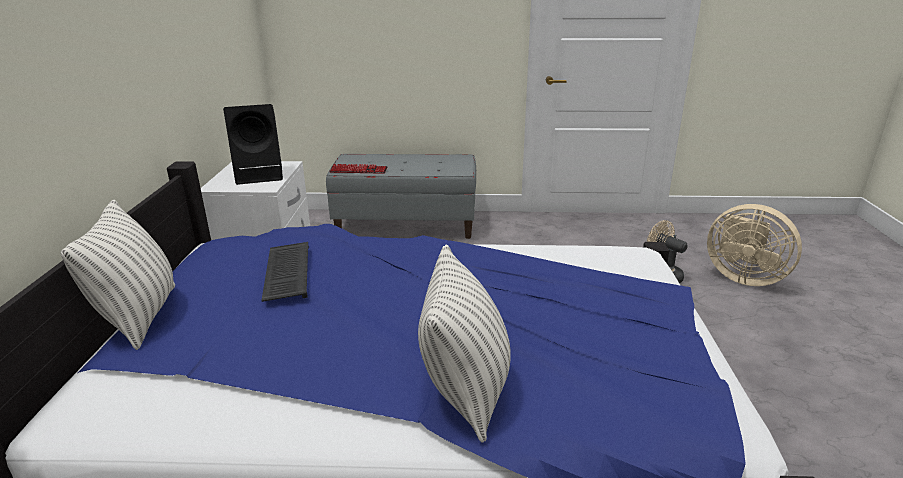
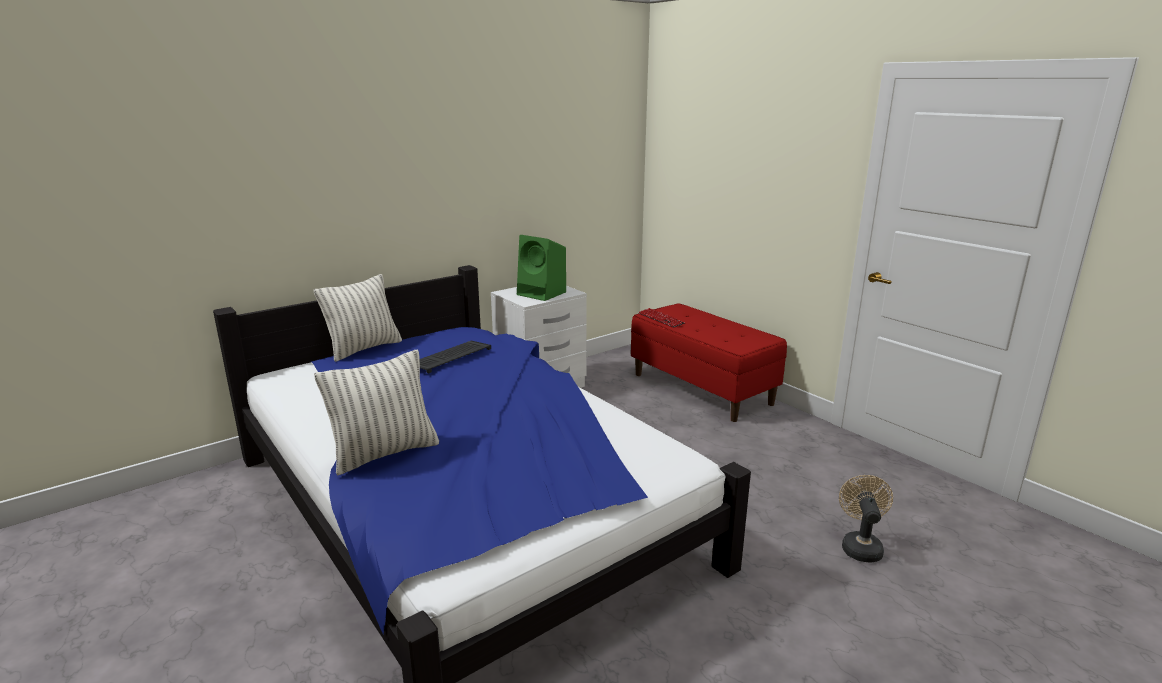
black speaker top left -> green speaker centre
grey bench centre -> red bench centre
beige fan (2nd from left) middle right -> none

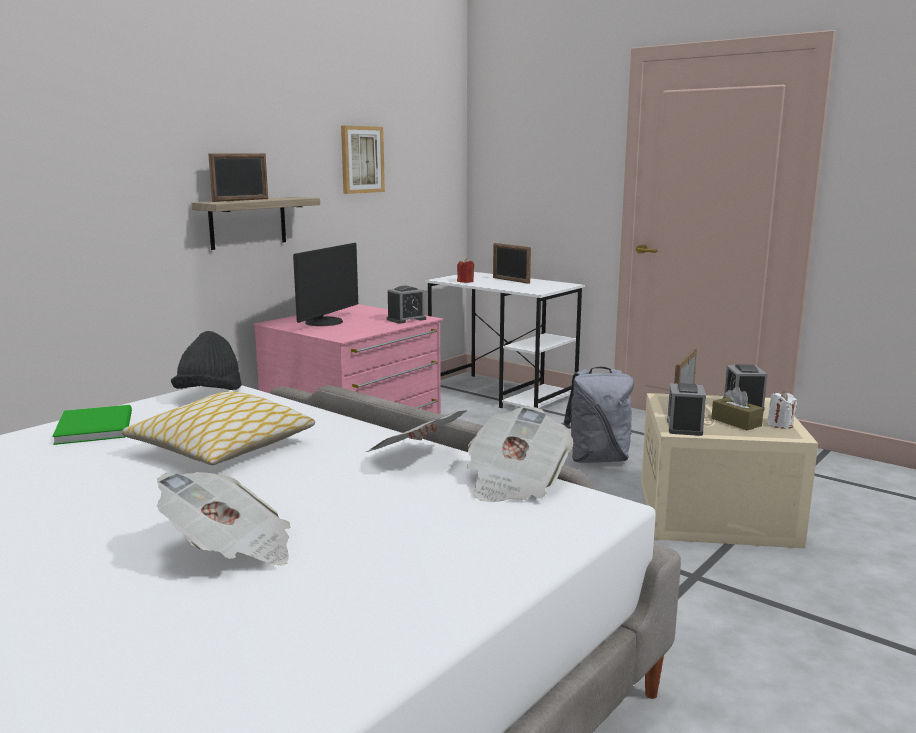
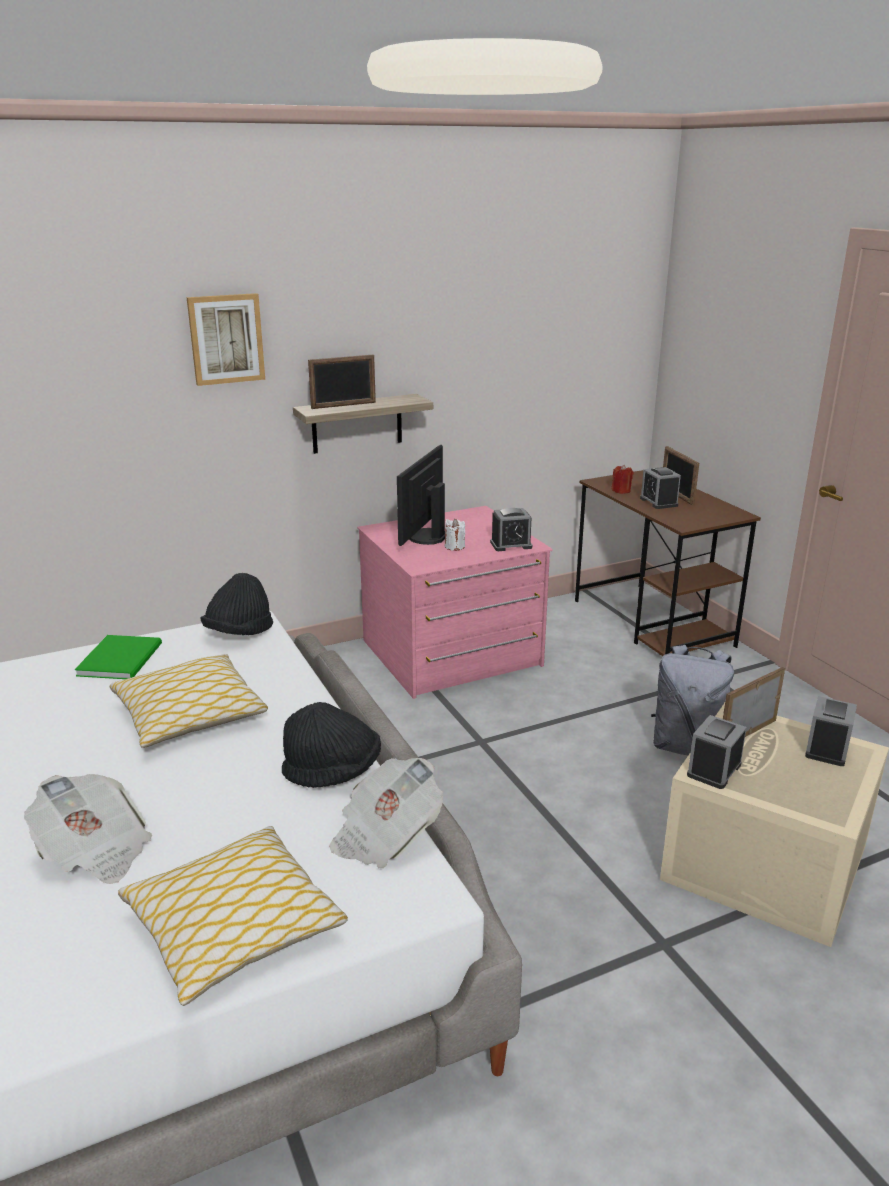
picture top centre -> picture top left, moved
monitor centre, 150 degrees clockwise
white desk centre -> brown desk middle right
brown tissue box middle right -> none
white candle middle right -> white candle centre, moved
newspaper (2nd from left) centre -> black hat (2nd from left) centre
none -> alarm clock (2nd from left) middle right
none -> pillow (2nd from left) bottom left

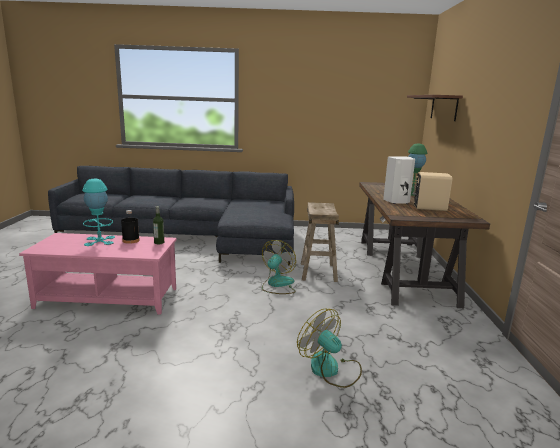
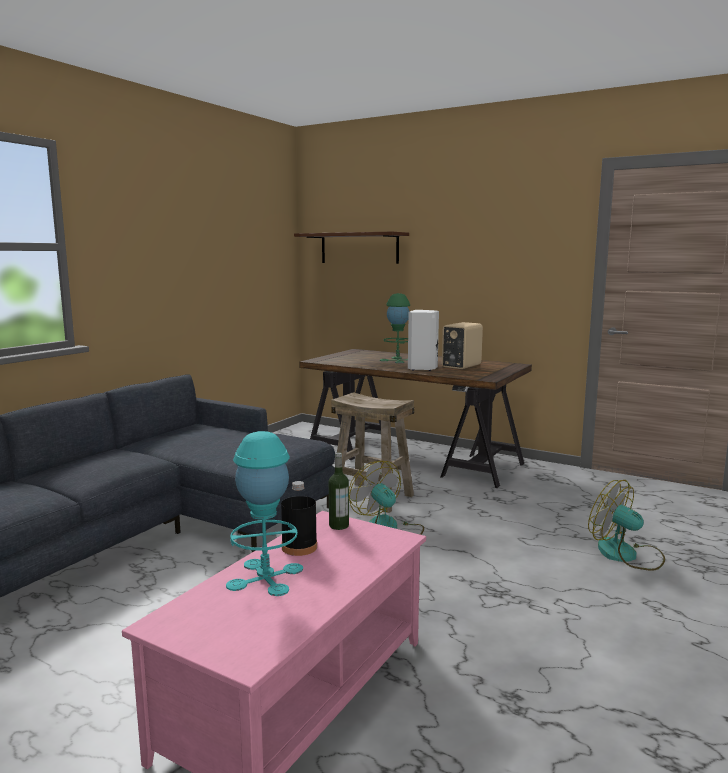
fan (2nd from left) bottom centre -> fan (2nd from left) bottom right, 60 degrees clockwise

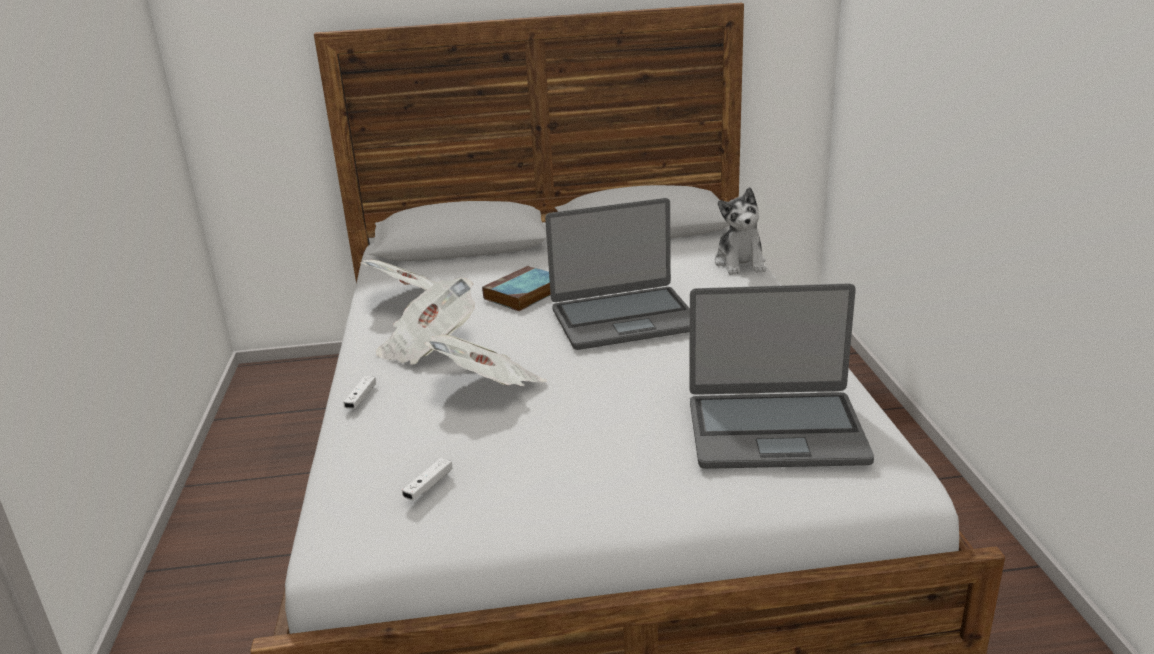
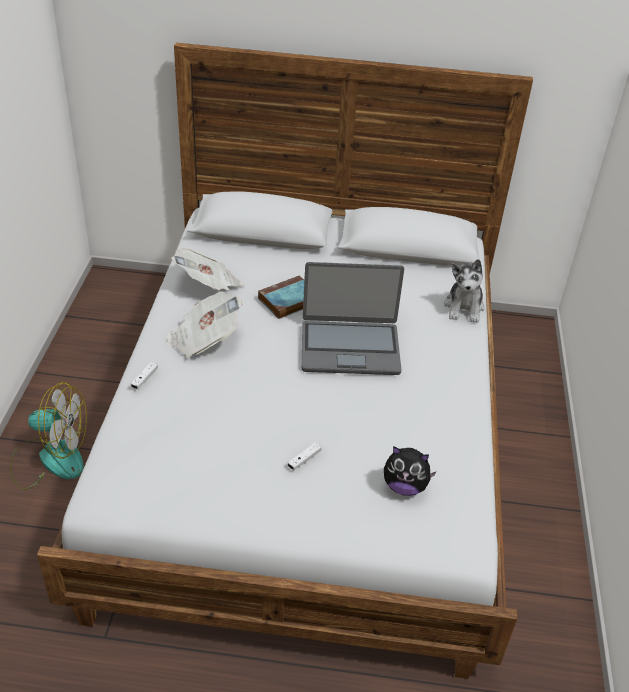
laptop (2nd from left) middle right -> plush toy (1st from left) bottom centre
newspaper (3rd from left) centre -> none
white game controller (2nd from left) bottom centre -> white game controller (2nd from left) centre, moved
none -> fan middle left

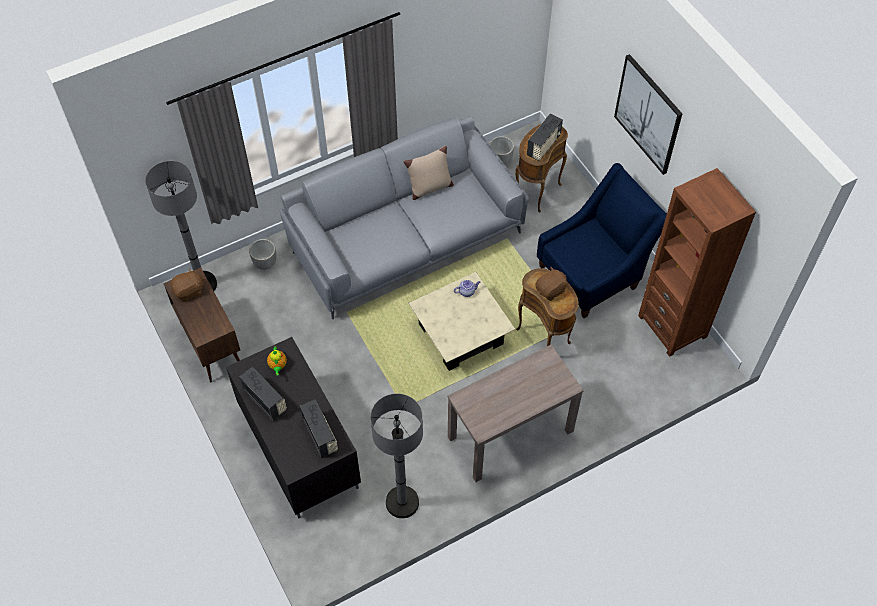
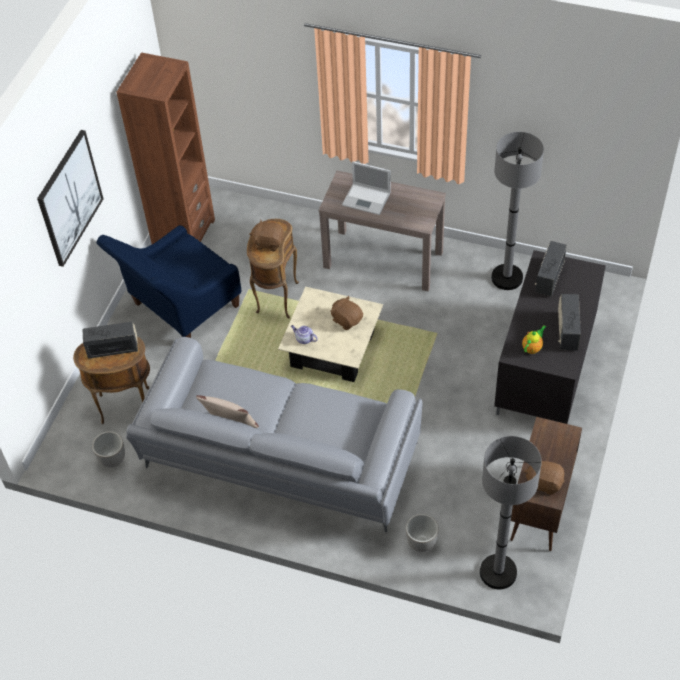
blue armchair middle right -> blue armchair middle left, 60 degrees counterclockwise
none -> laptop top centre
none -> brown plush toy (2nd from left) centre

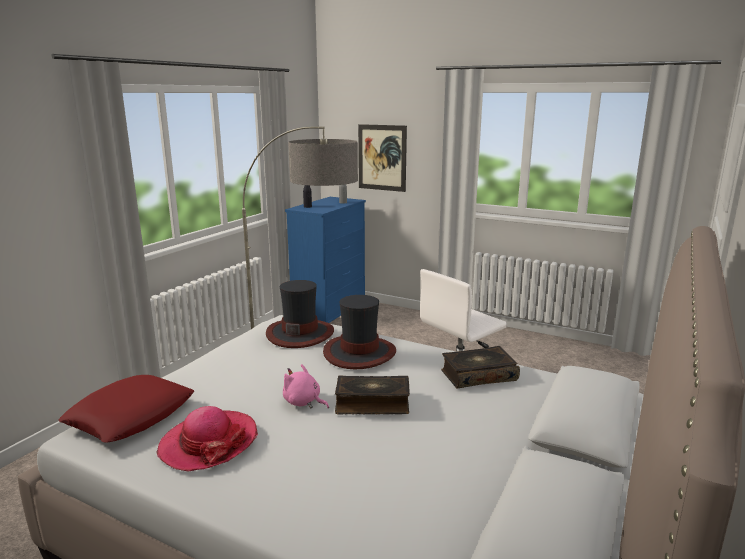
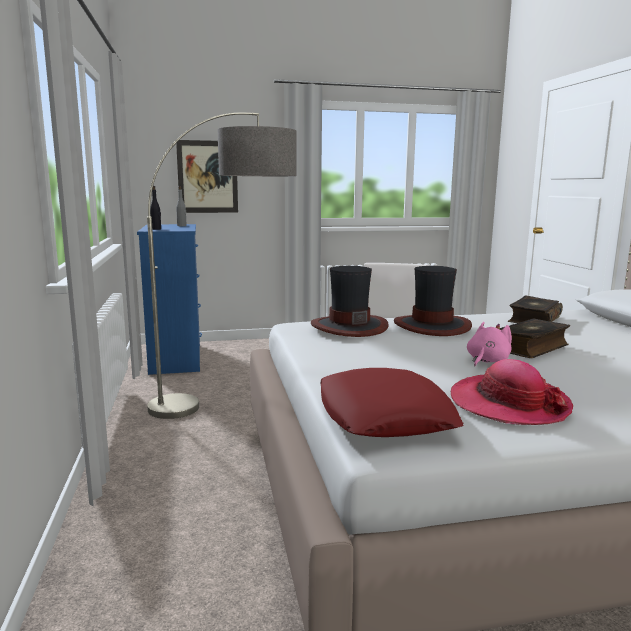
pink plush toy bottom centre -> pink plush toy middle right, 135 degrees clockwise

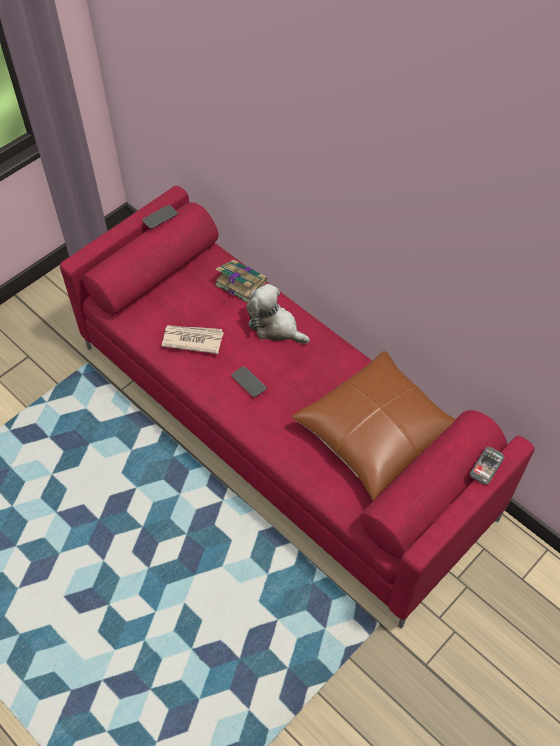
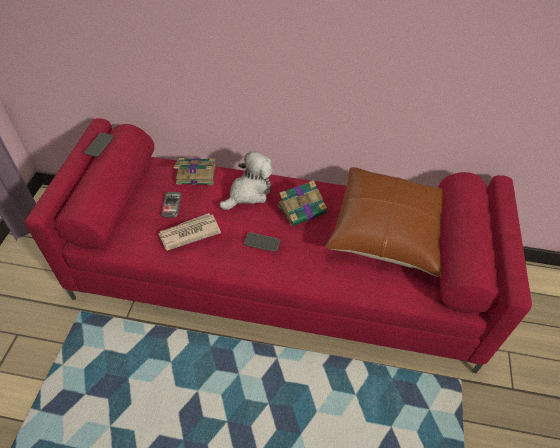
plush toy centre, 135 degrees clockwise
phone (3rd from left in the first image) middle right -> phone (2nd from left) middle left, moved
none -> book (2nd from left) centre

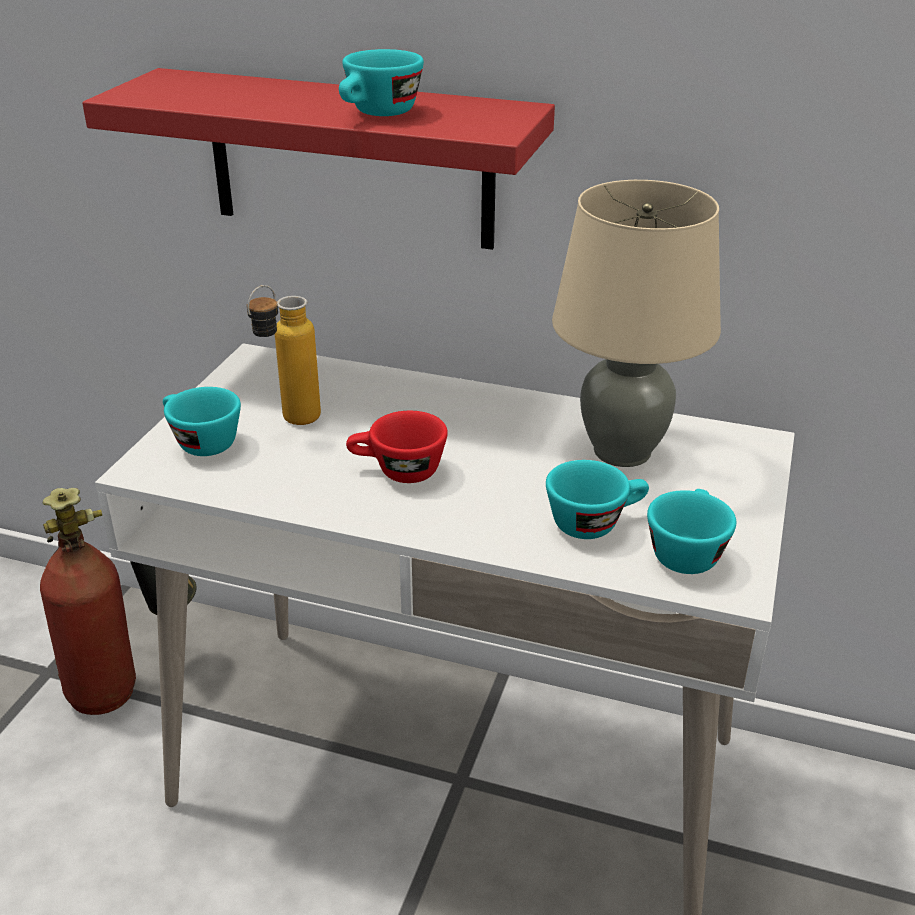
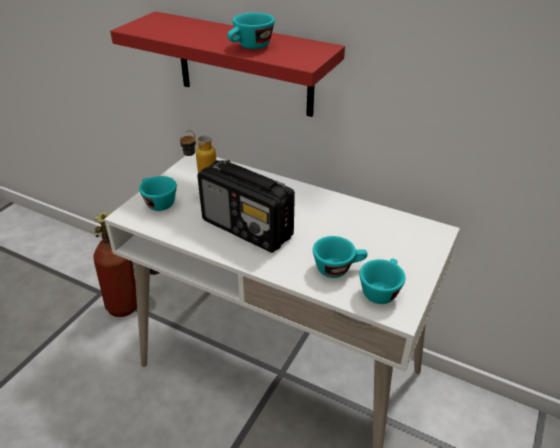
beige table lamp middle right -> none
red cup centre -> radio centre

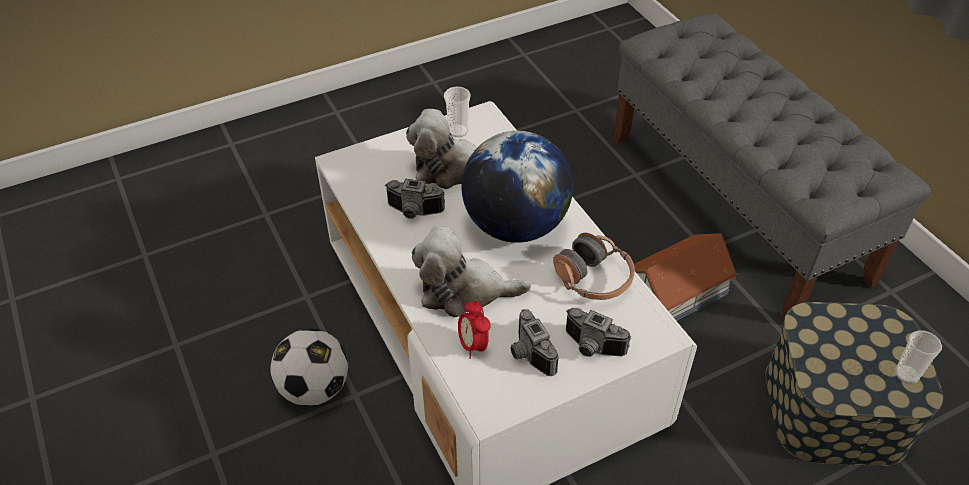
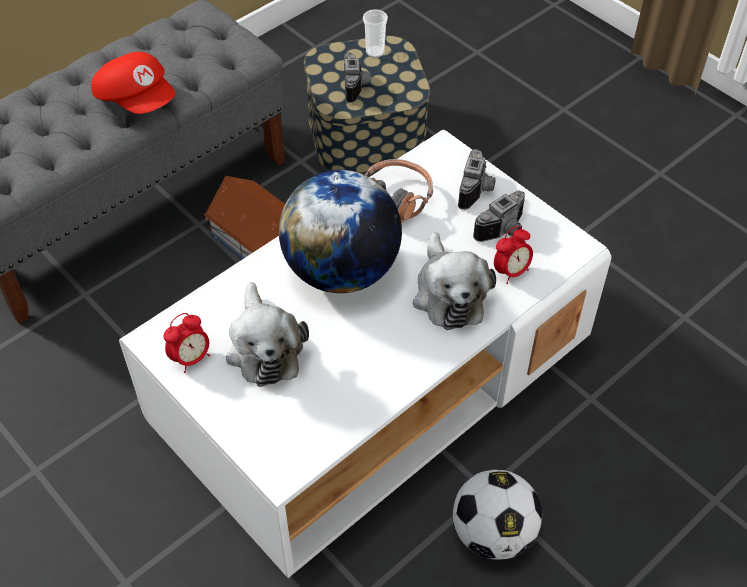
cup (1st from left) top centre -> alarm clock (1st from left) middle left
photo camera (1st from left) centre -> photo camera (1st from left) top centre, moved
none -> red cap top left

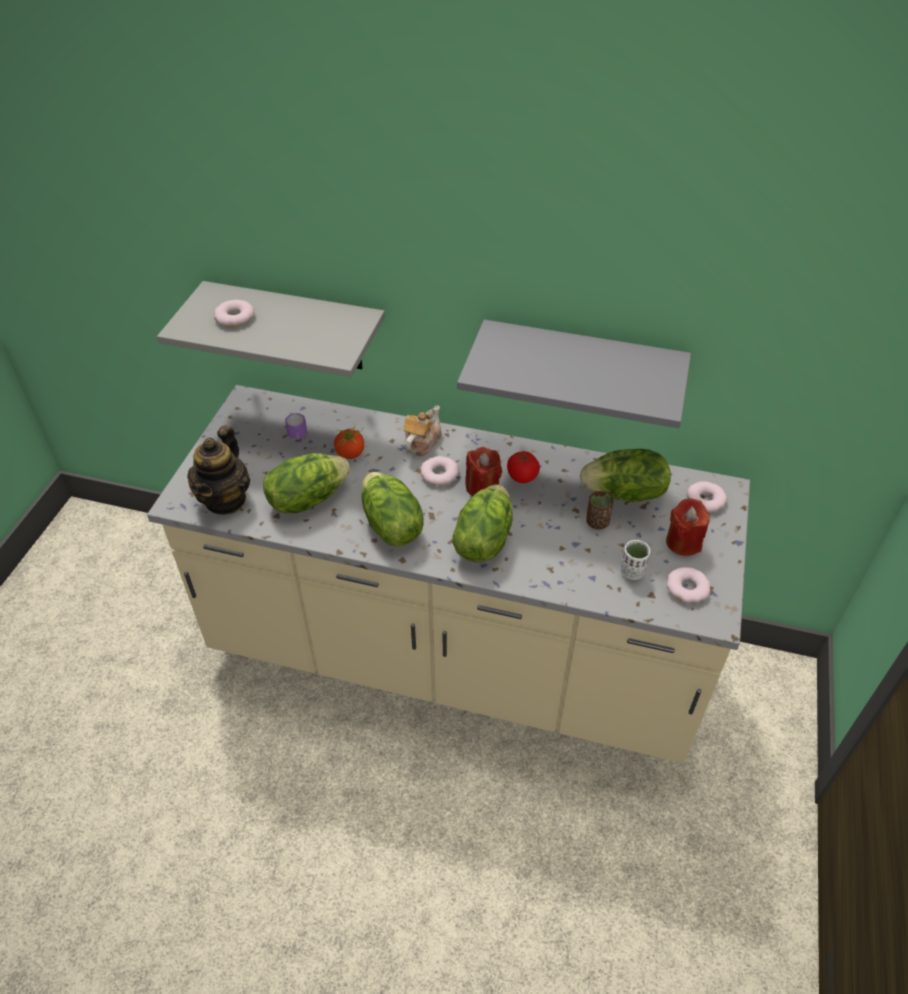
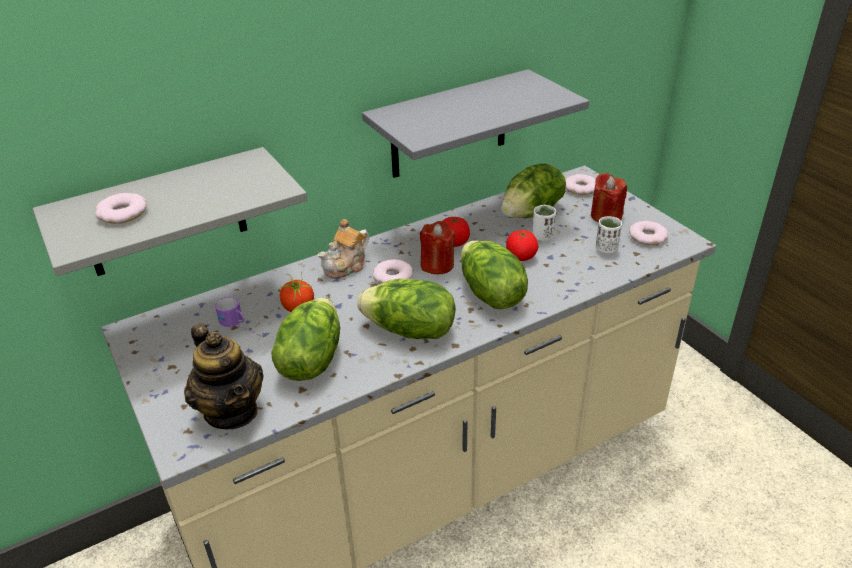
teapot (2nd from left) centre, 120 degrees counterclockwise
brown cup centre -> white cup (1st from left) centre
none -> tomato (3rd from left) centre

